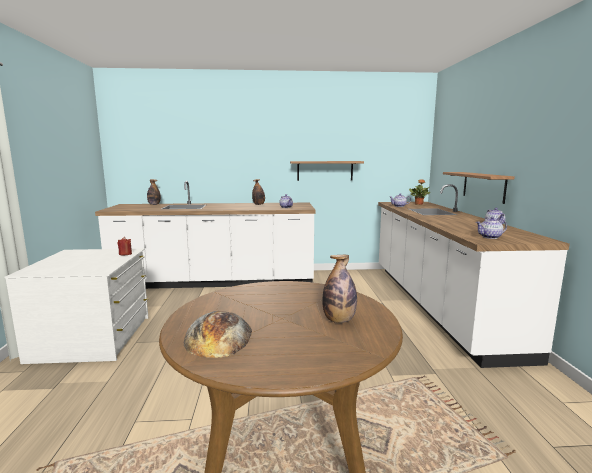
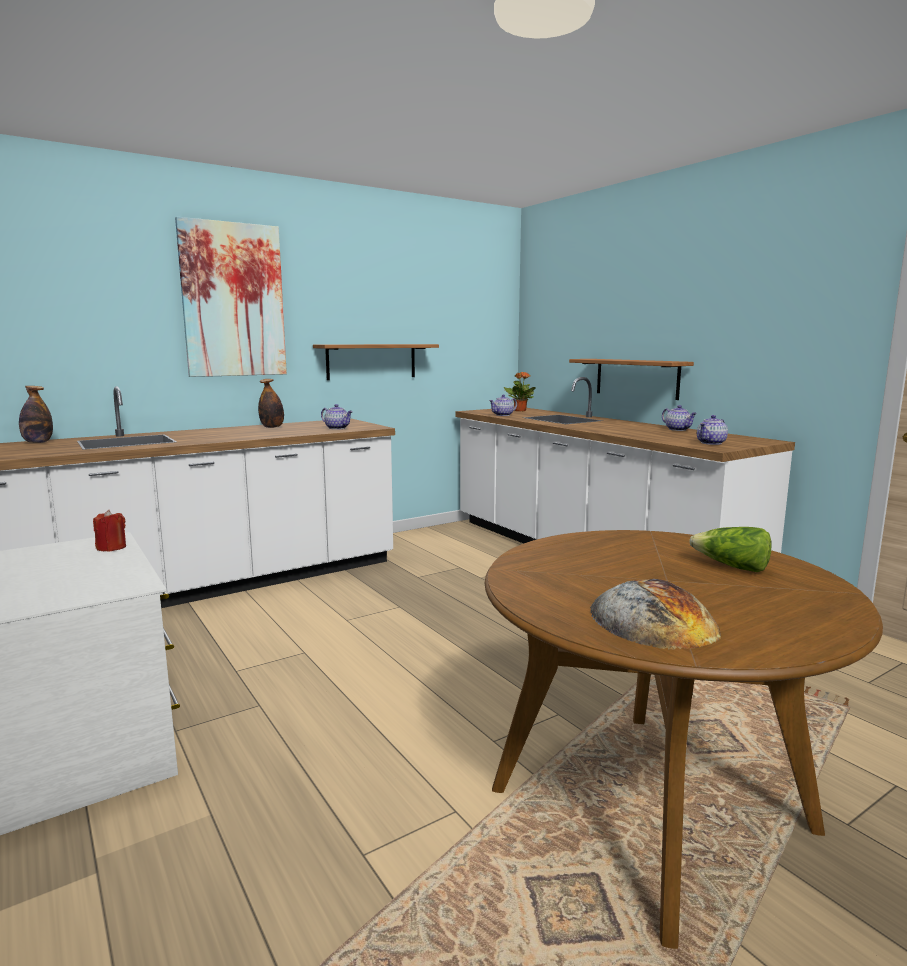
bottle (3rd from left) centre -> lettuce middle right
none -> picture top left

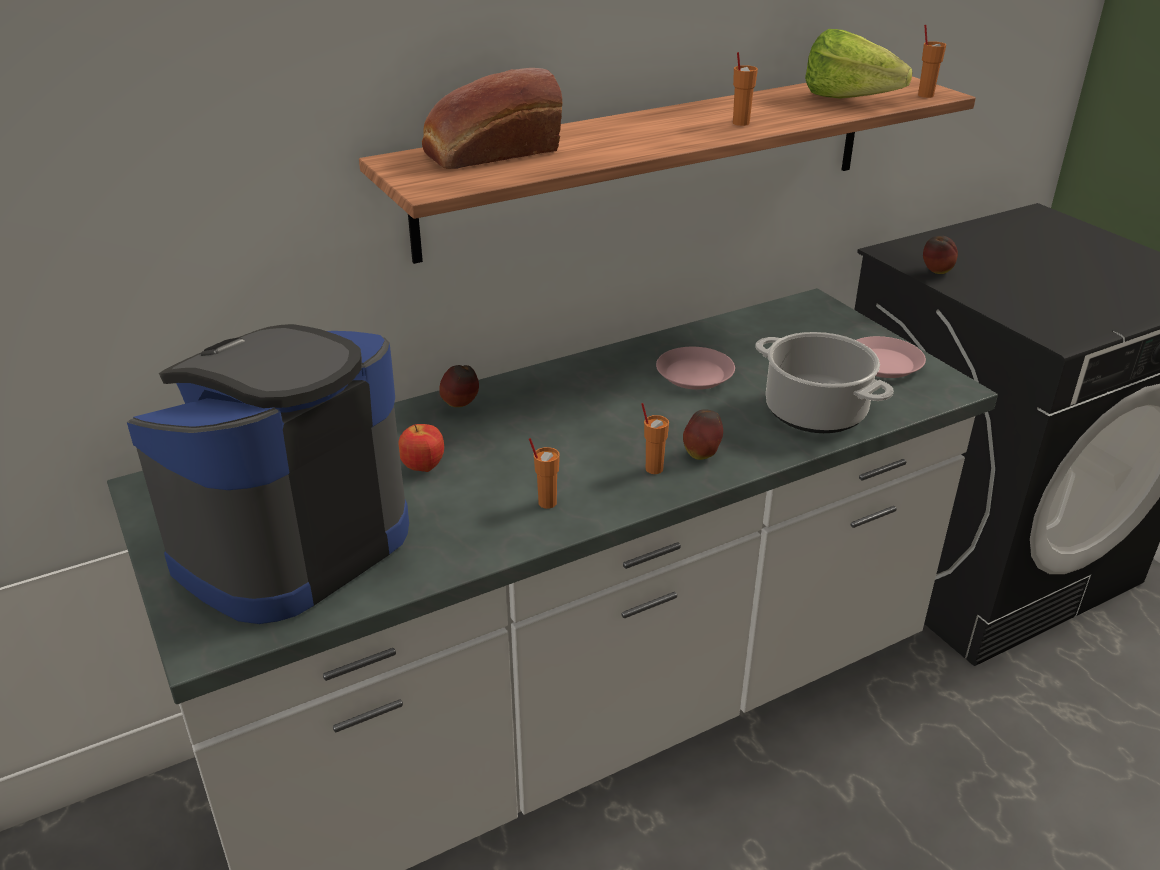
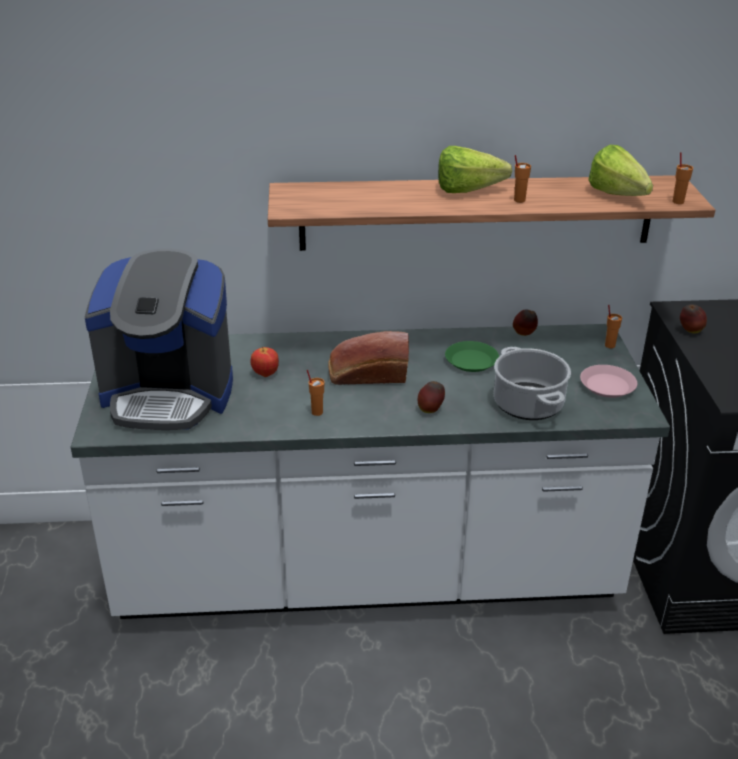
bread top centre -> bread centre, moved
coffee machine middle left, 150 degrees counterclockwise
pink plate (1st from left) centre -> green plate centre
apple (2nd from left in the first image) centre -> apple (3rd from left) middle right, moved
orange cup (2nd from left in the first image) centre -> orange cup (3rd from left) middle right, moved
none -> lettuce (1st from left) top centre

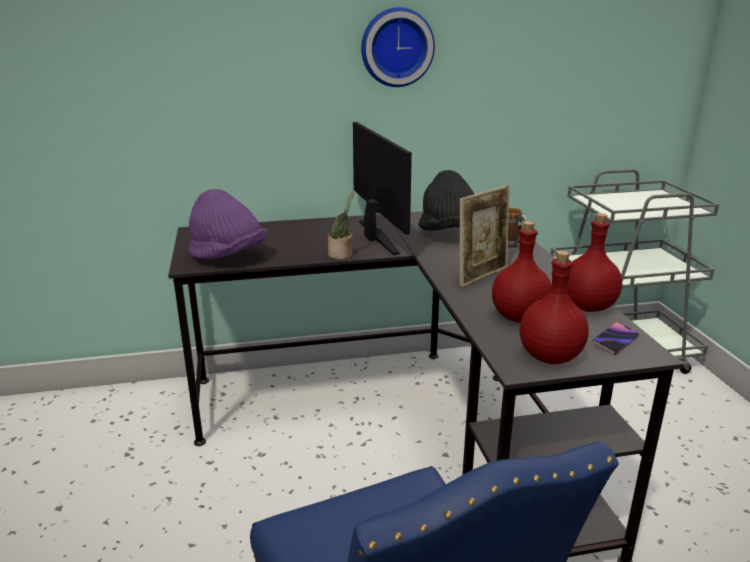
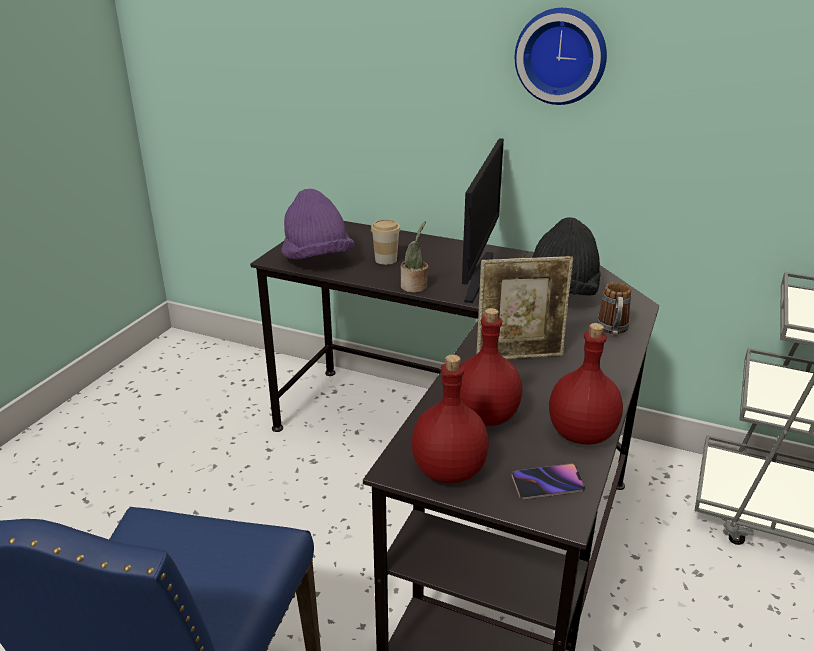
none -> cup centre

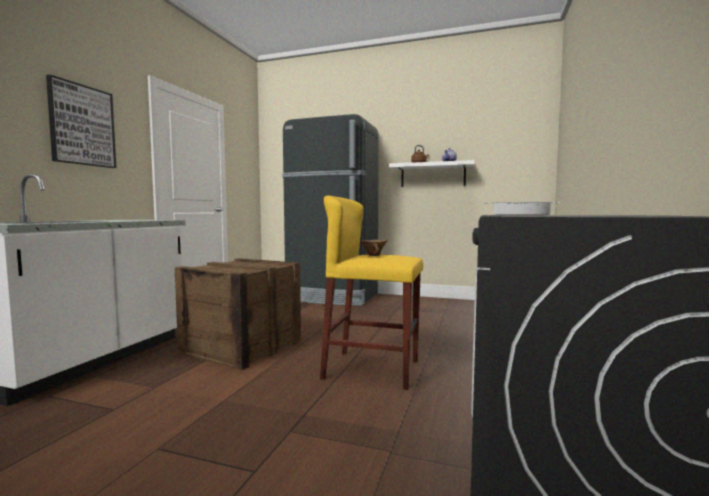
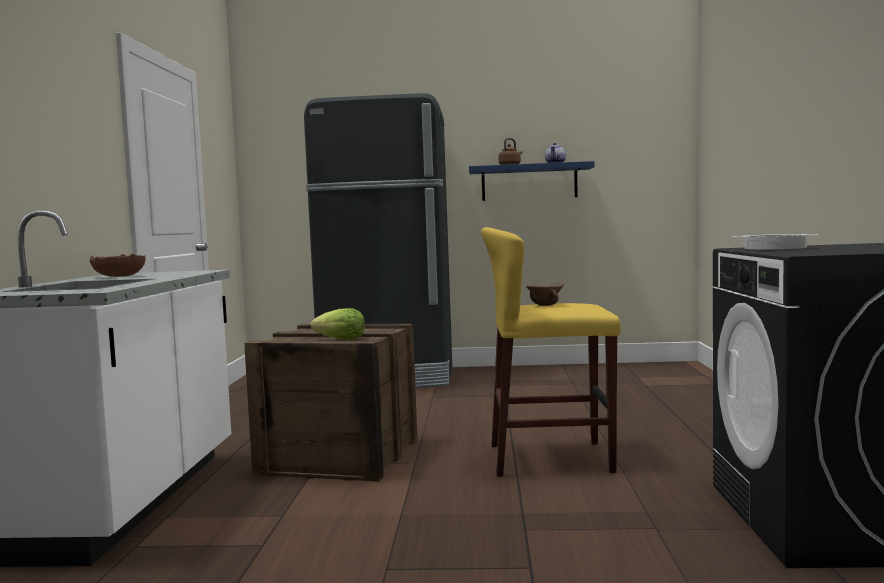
picture top left -> none
white shelf centre -> blue shelf top centre
none -> brown bowl (1st from left) middle left
none -> lettuce centre

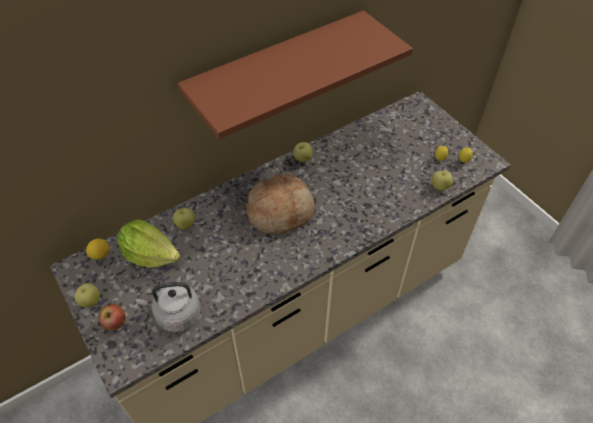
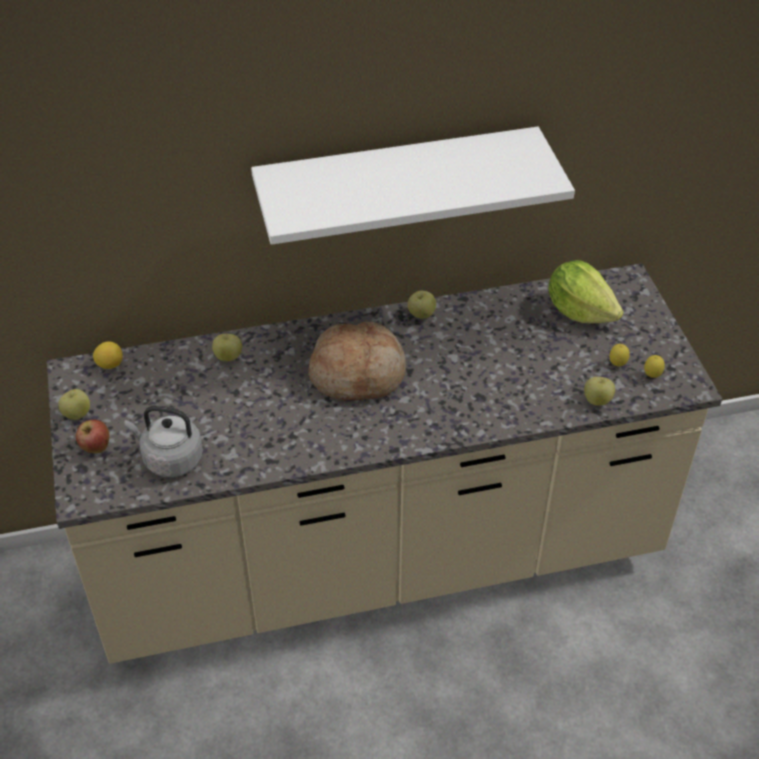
brown shelf top centre -> white shelf top centre
lettuce middle left -> lettuce middle right, moved

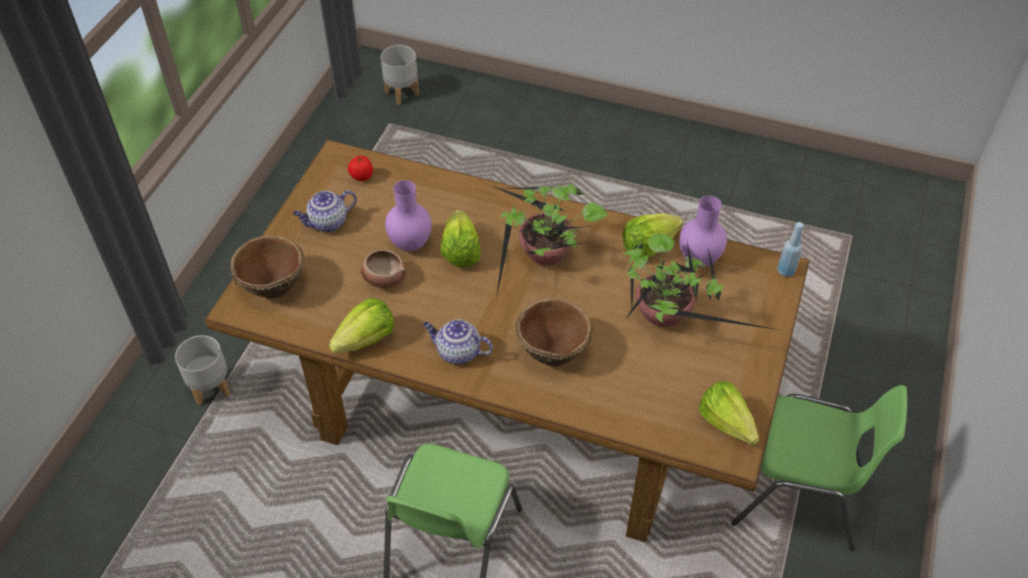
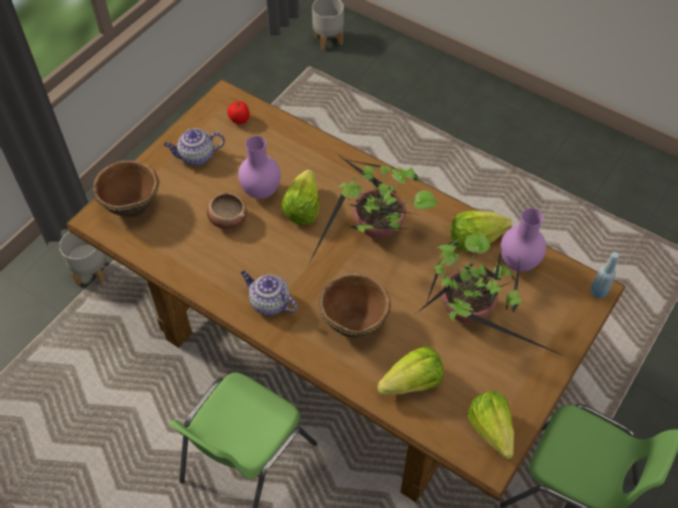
lettuce (1st from left in the first image) centre -> lettuce (2nd from left) bottom centre, moved

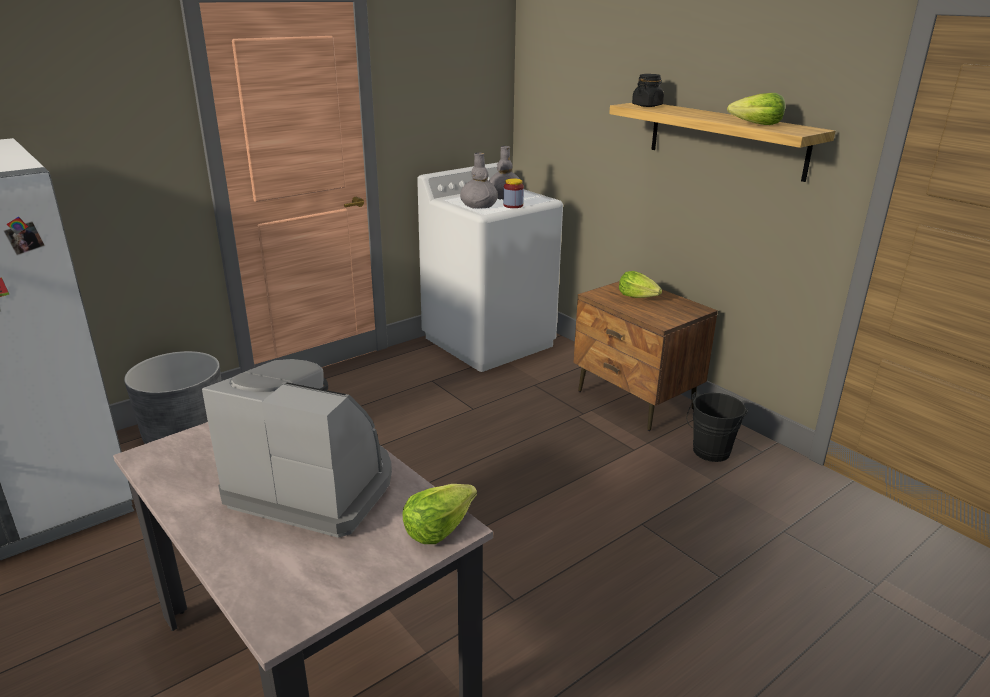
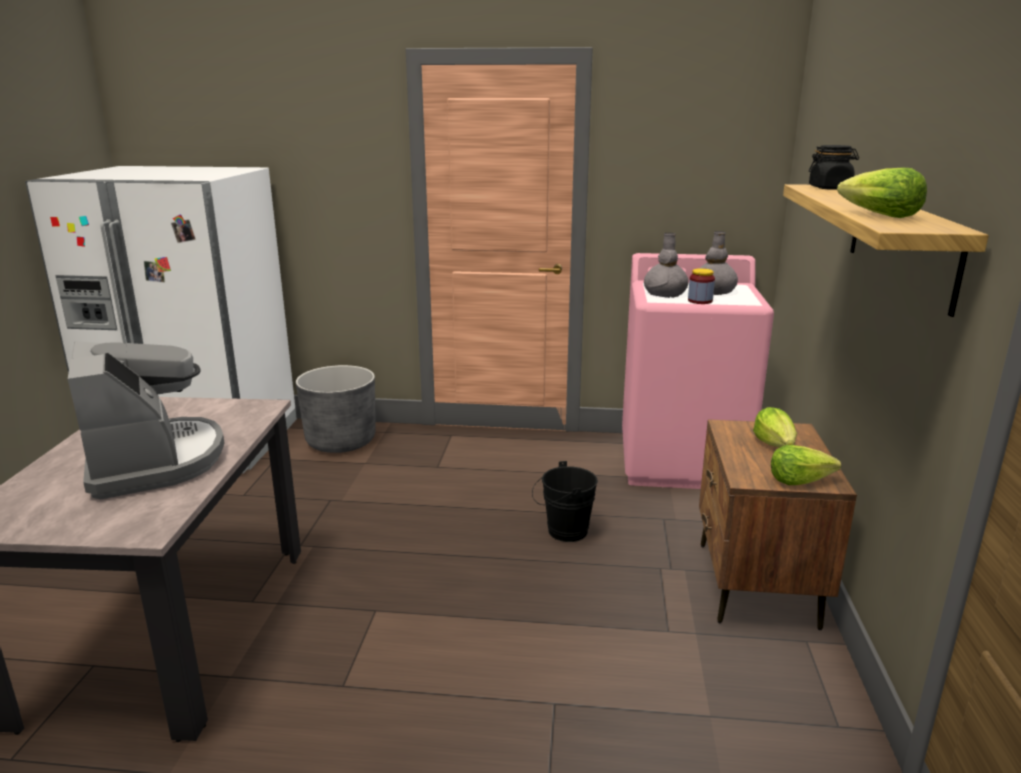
white washing machine centre -> pink washing machine middle right
black bucket middle right -> black bucket centre, moved
lettuce (1st from left in the first image) bottom centre -> lettuce (2nd from left) middle right, moved

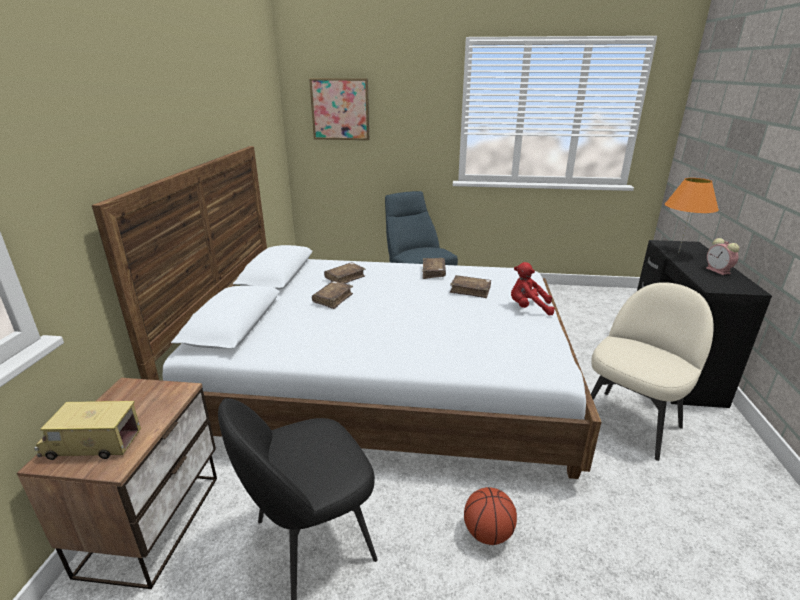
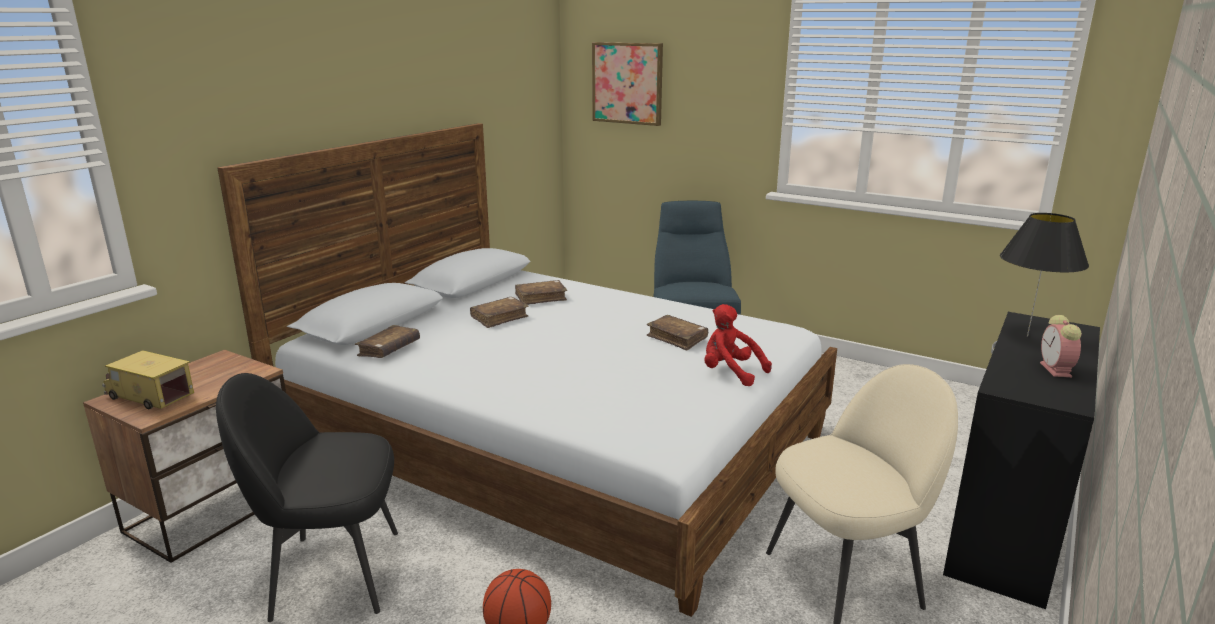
orange table lamp middle right -> black table lamp middle right
brown book (3rd from left in the first image) centre -> brown book (1st from left) middle left, moved

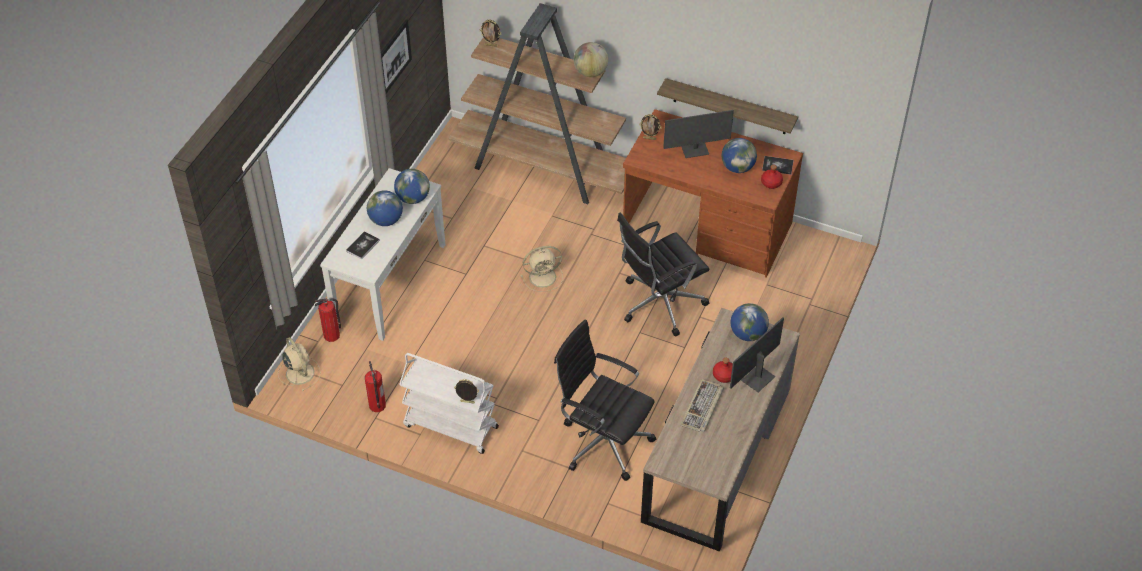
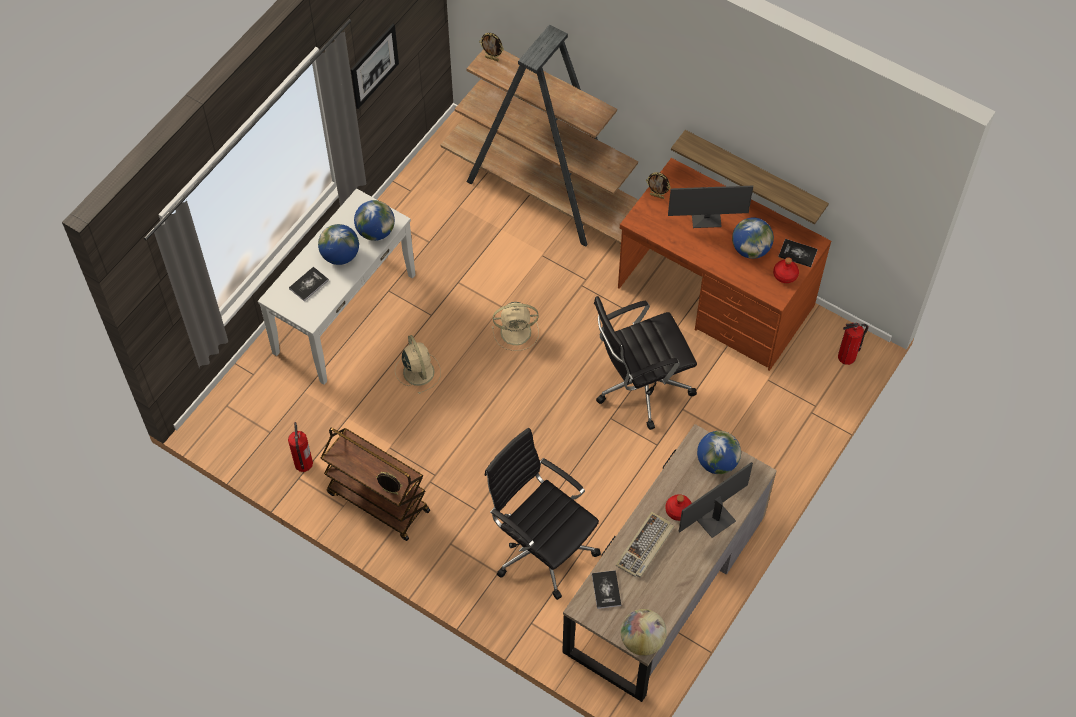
globe (3rd from left) top centre -> globe (3rd from left) bottom centre, moved
fire extinguisher (1st from left in the first image) middle left -> fire extinguisher (2nd from left) middle right, moved
beige fan (1st from left) middle left -> beige fan (1st from left) centre, moved
white cart bottom centre -> brown cart bottom centre
none -> book (2nd from left) bottom centre

